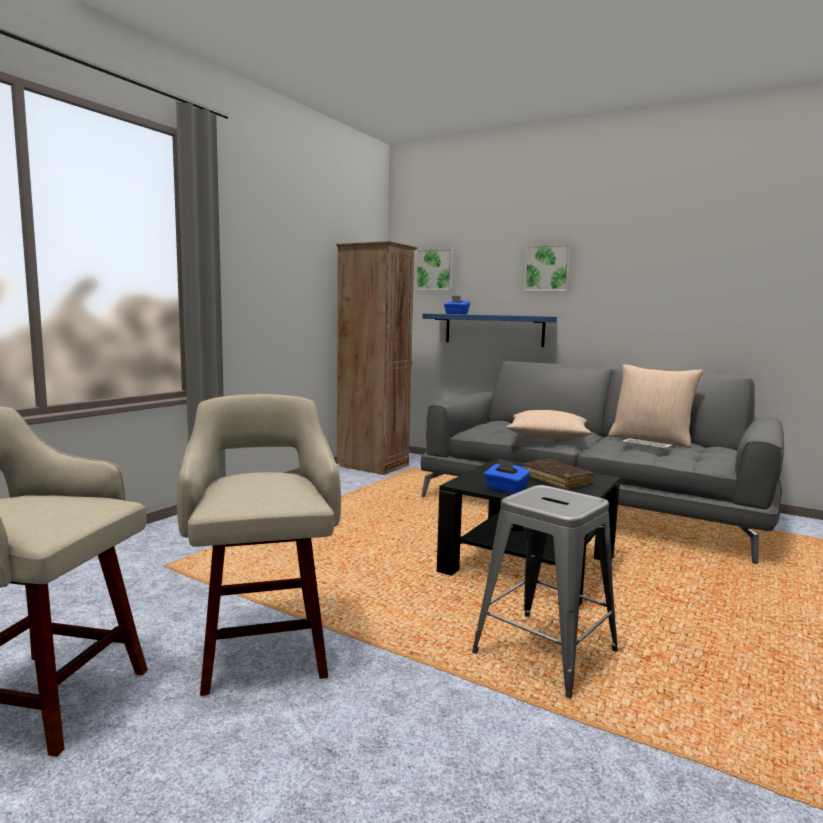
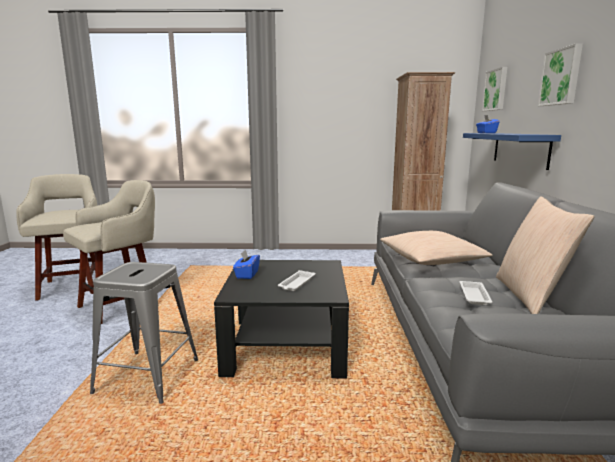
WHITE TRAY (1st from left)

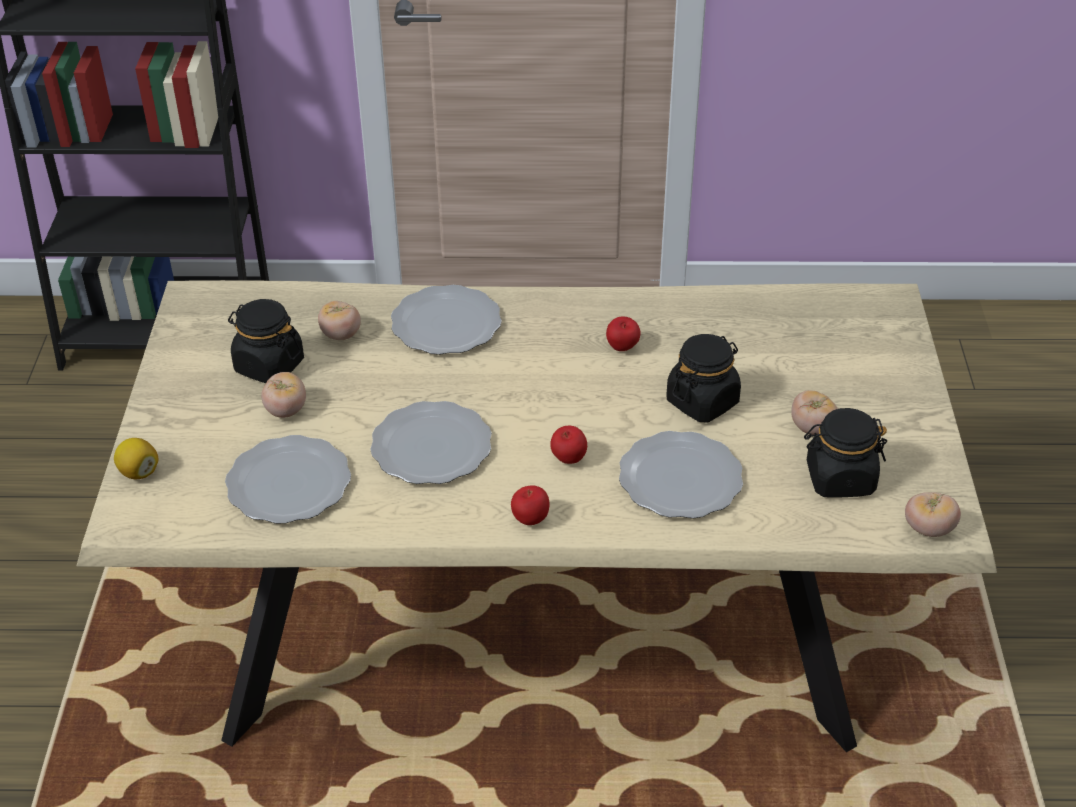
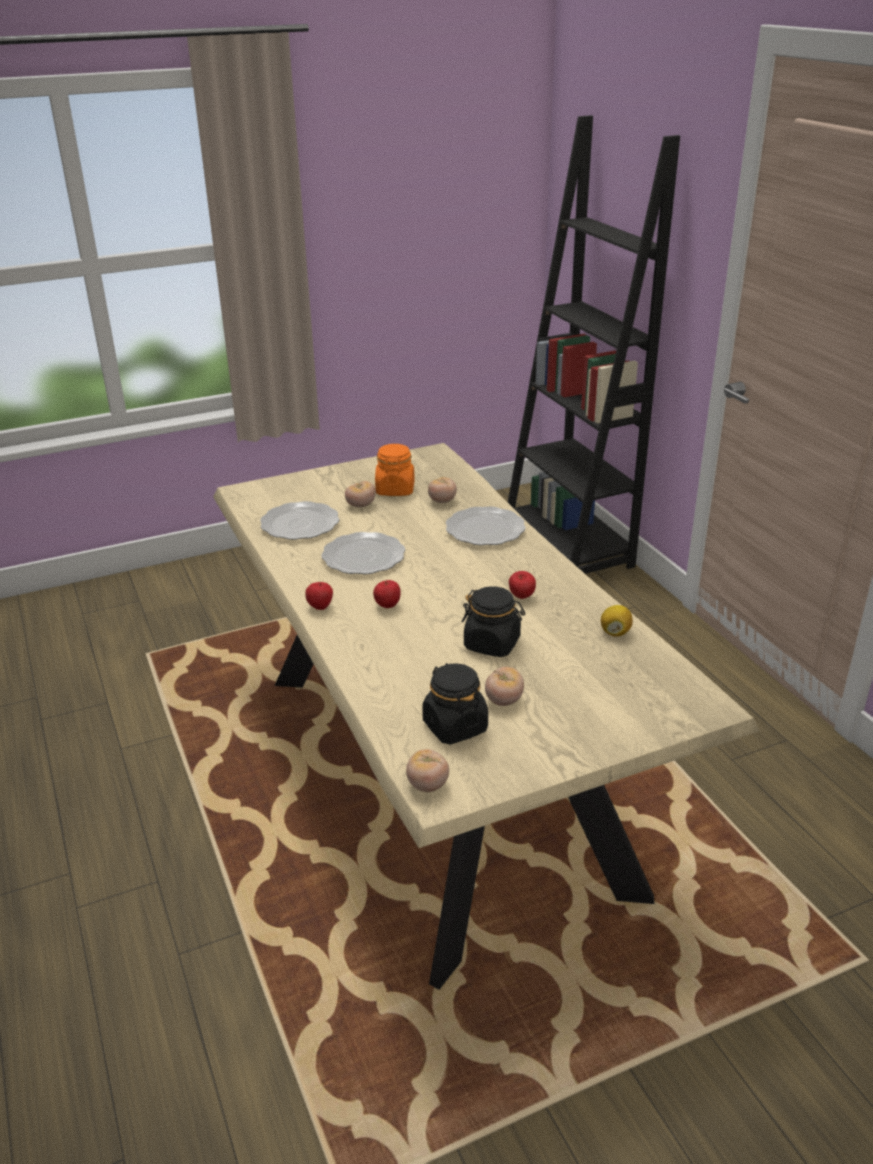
ORANGE JAR
LEMON
PLATE (4th from left in the first image)

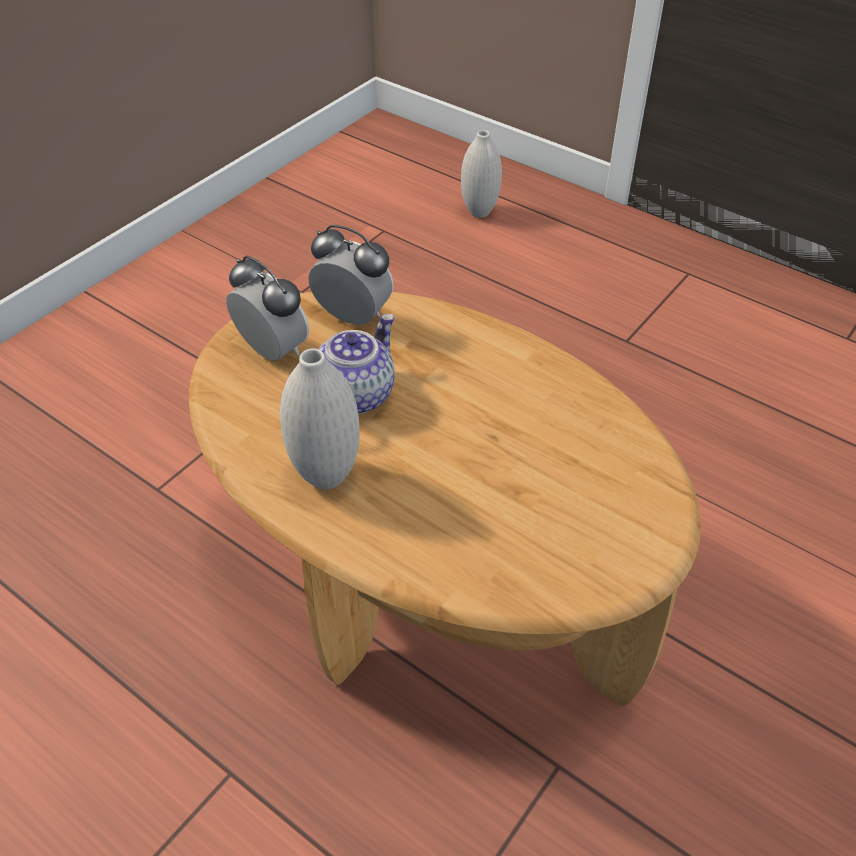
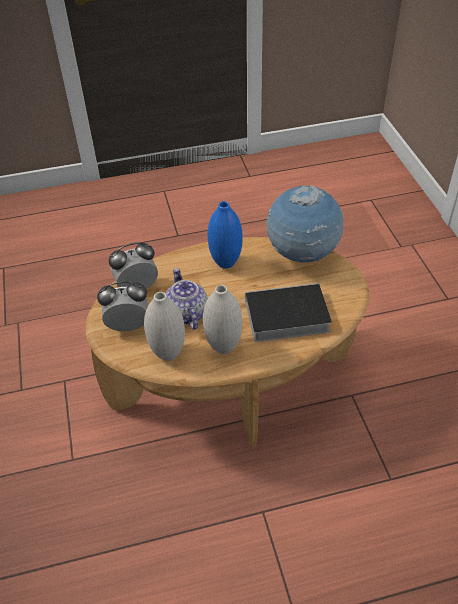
WHITE VASE (1st from left)
BLUE VASE
BOOK
GLOBE

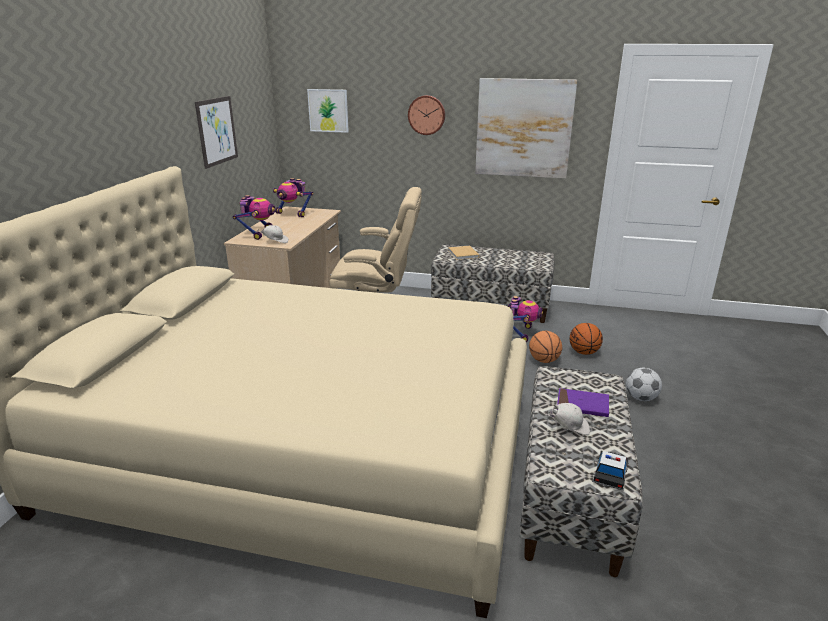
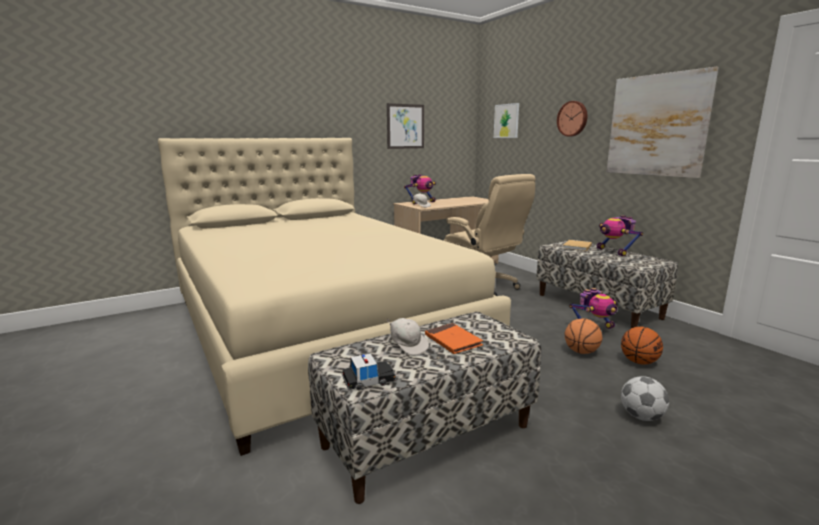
ORANGE BOOK
TOY ROBOT (3rd from left)

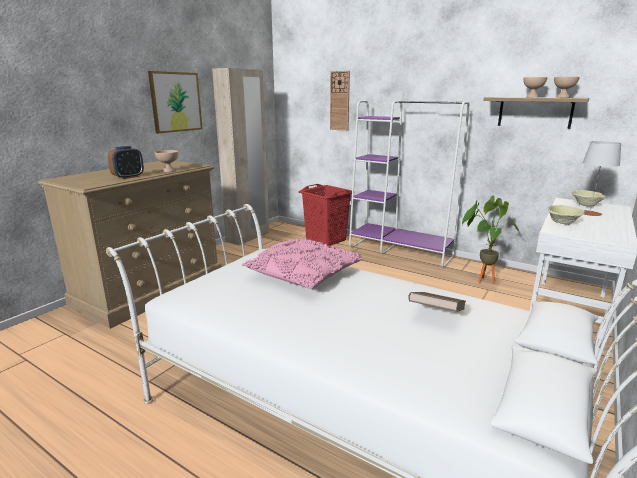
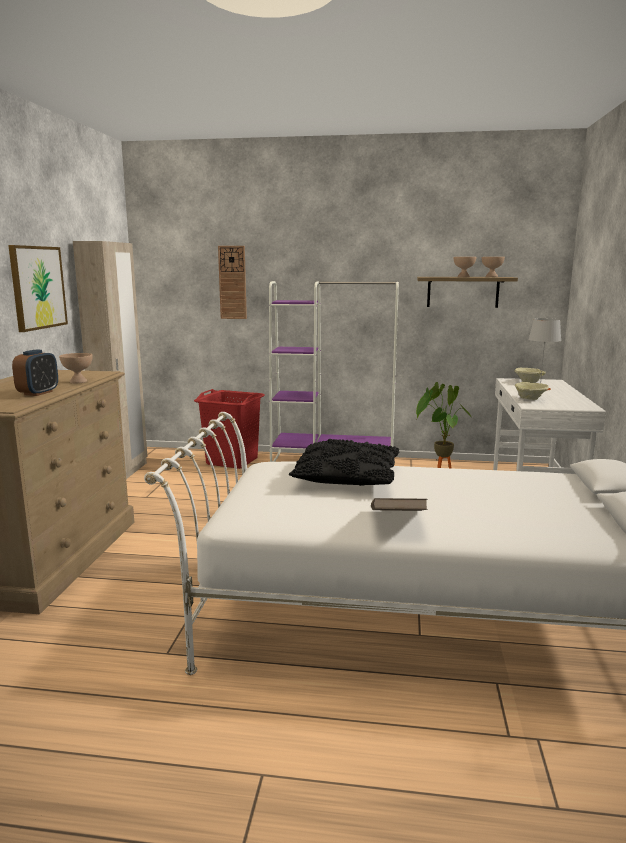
BLACK PILLOW
BROWN BOOK

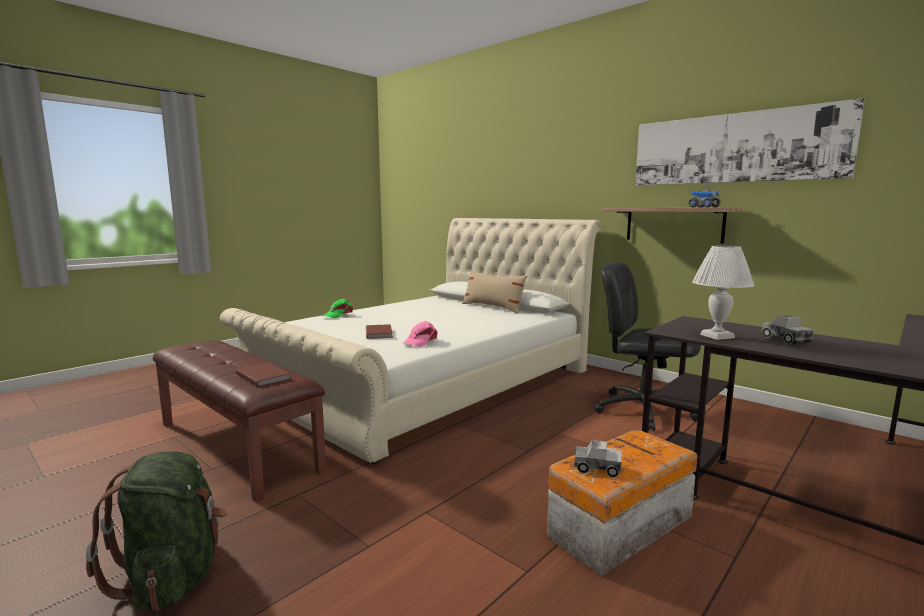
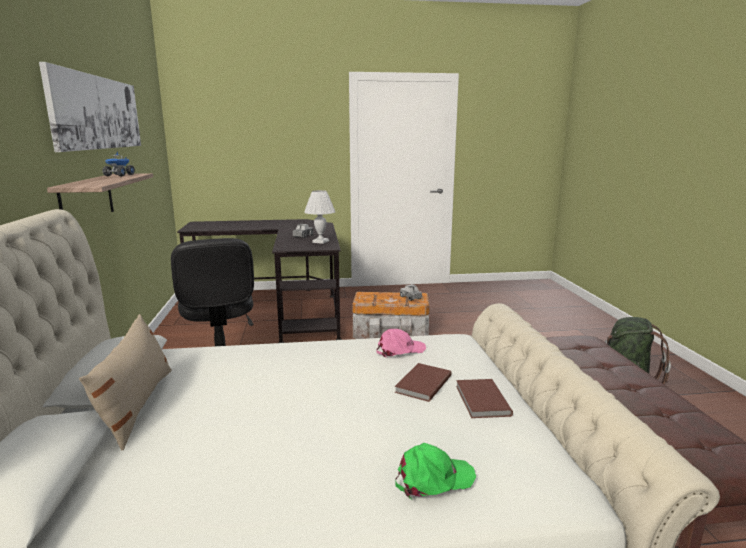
BROWN BOOK (2nd from left)

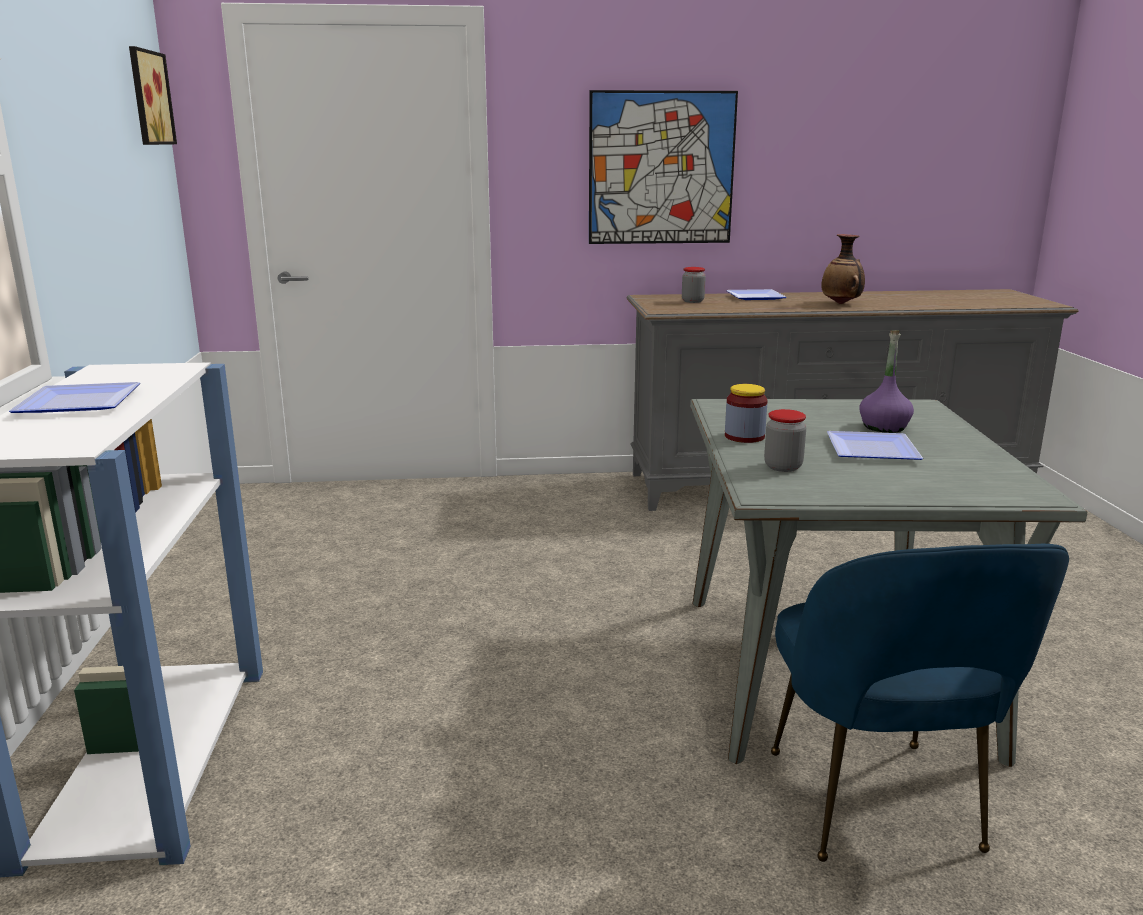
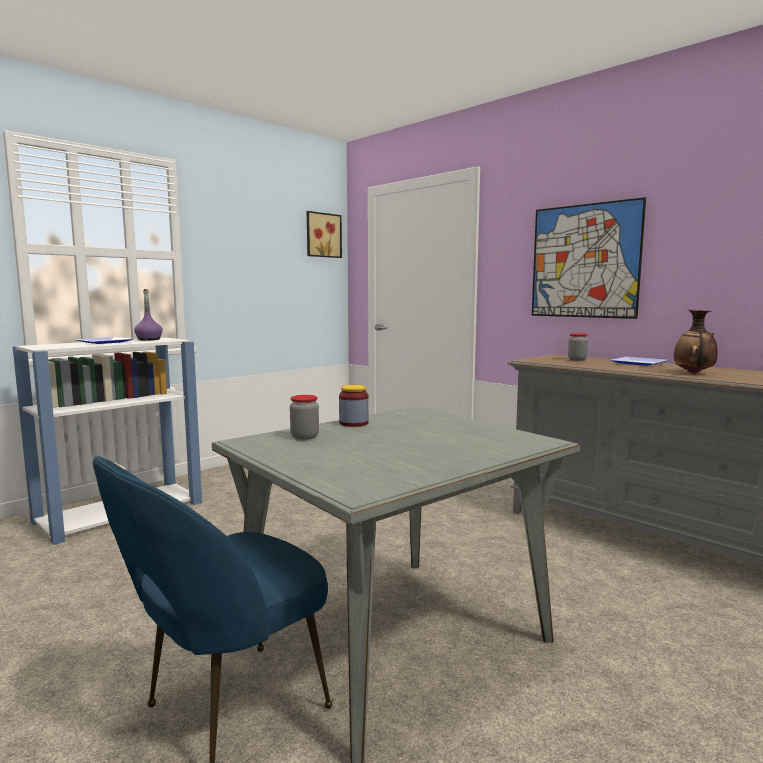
PURPLE BOTTLE
PLATE (3rd from left in the first image)

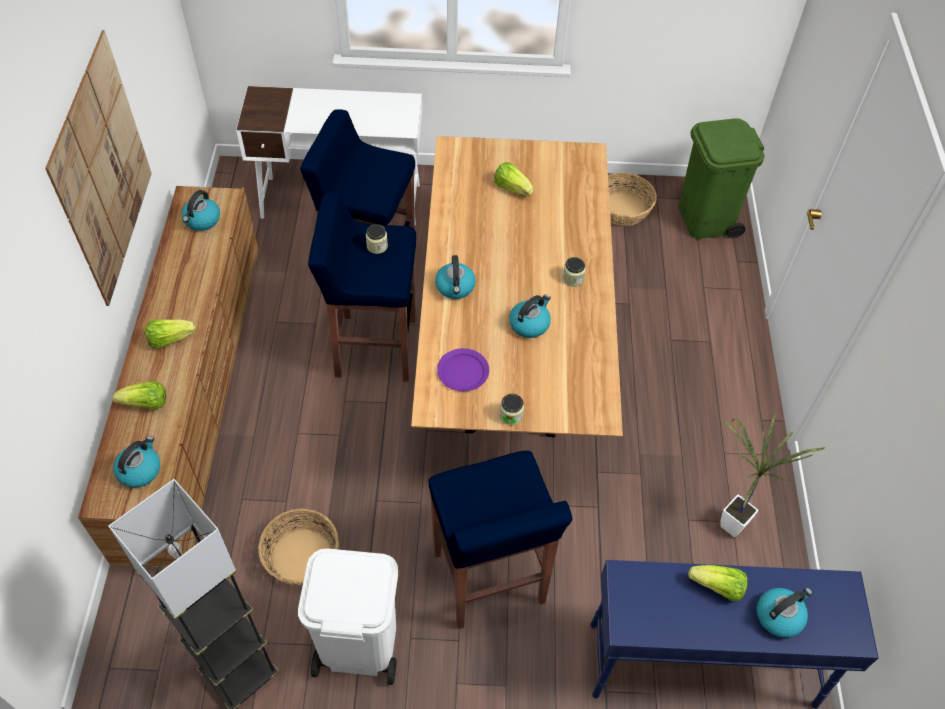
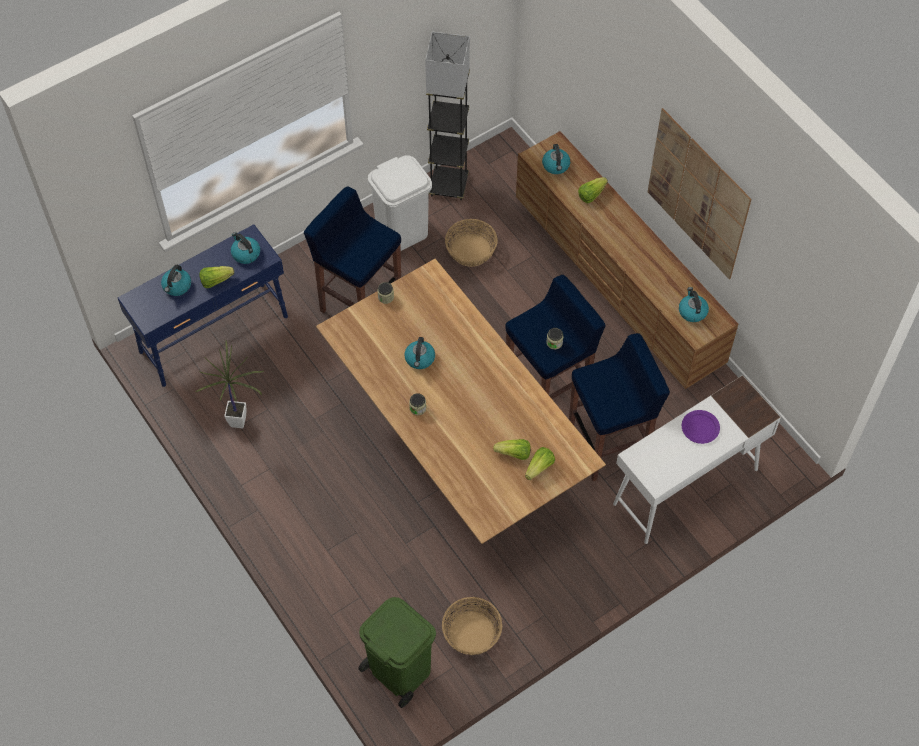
KETTLE (2nd from left)
LETTUCE (3rd from left)
PURPLE PLATE

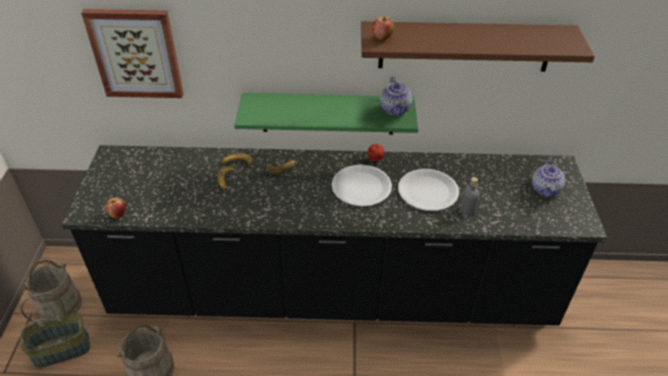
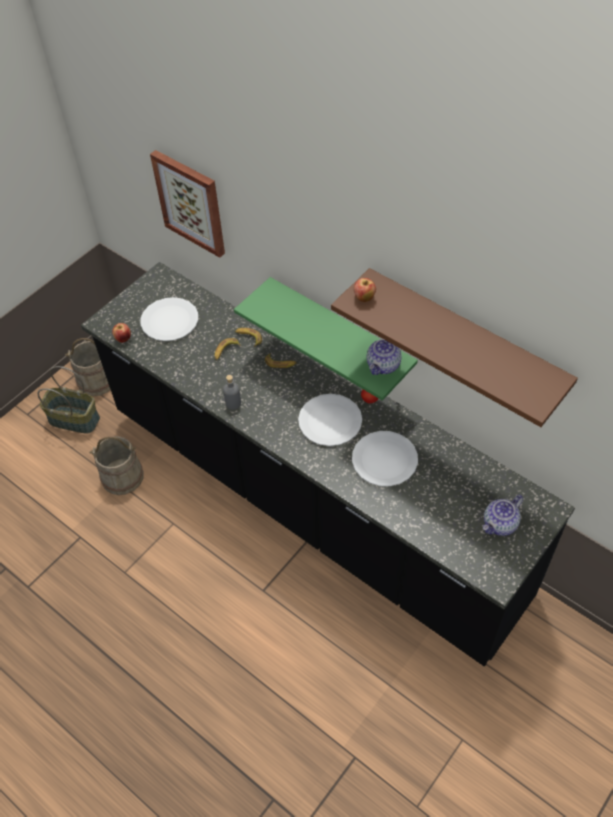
WHITE PLATE (1st from left)
GREY BOTTLE

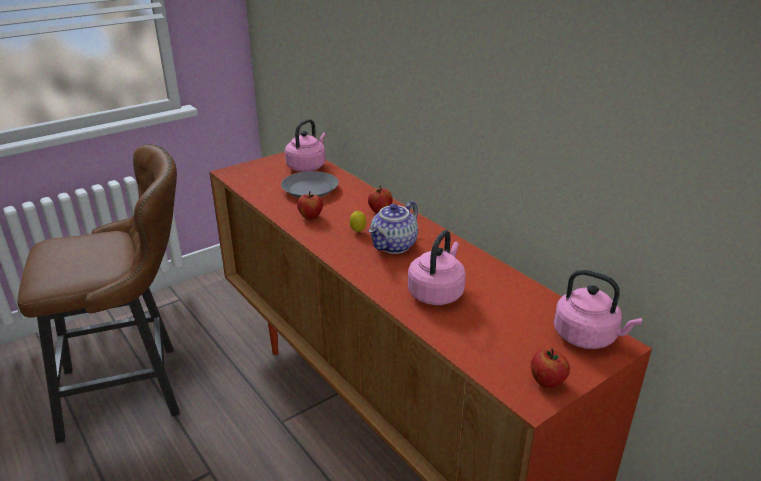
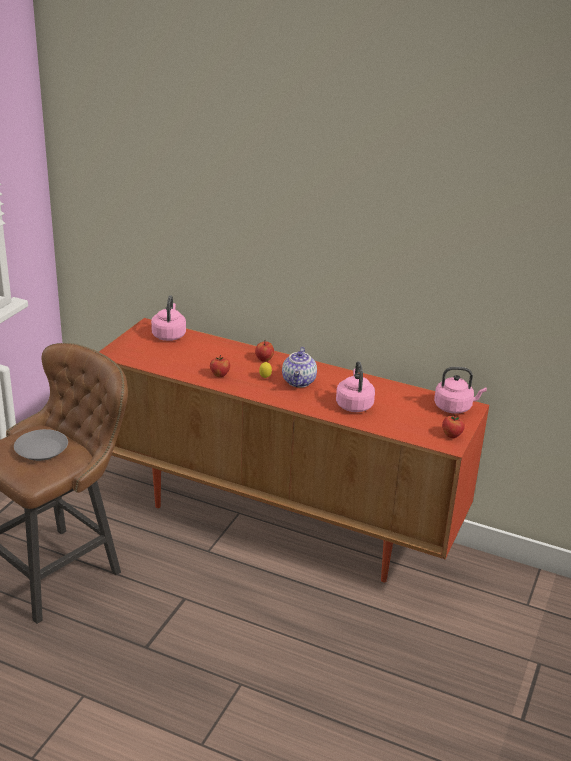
GREY PLATE

